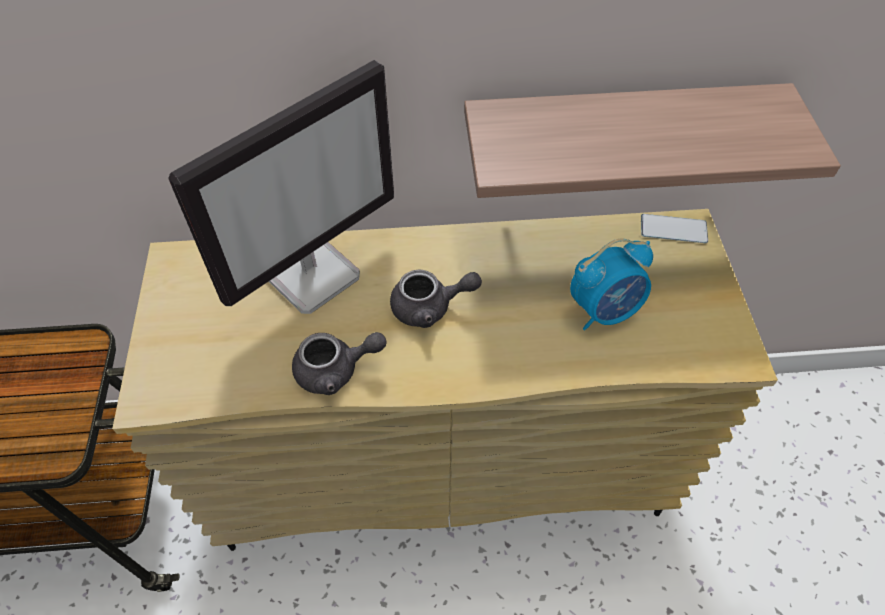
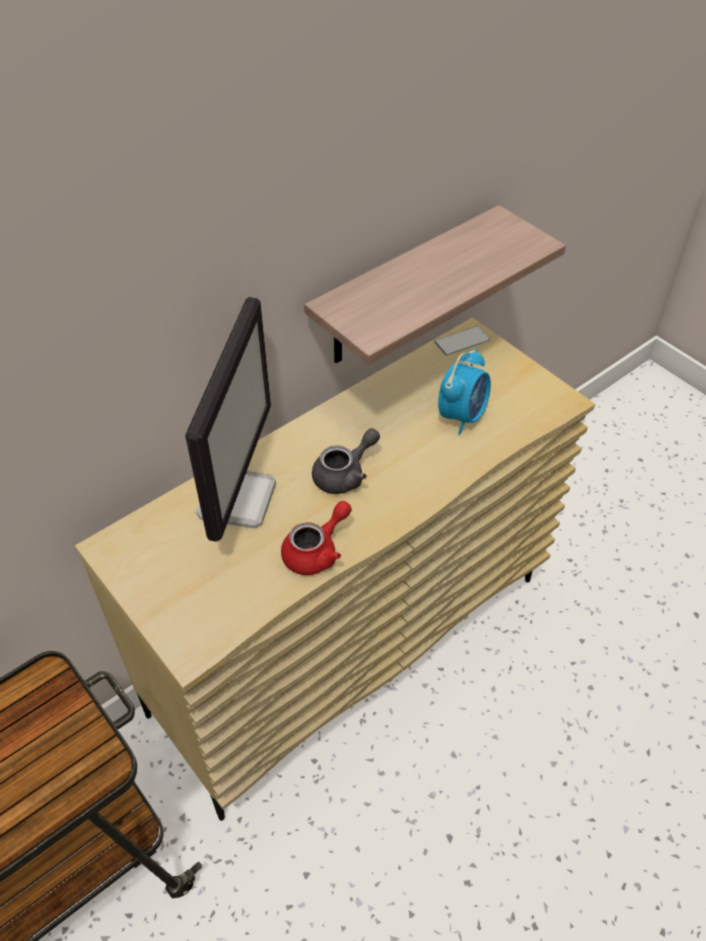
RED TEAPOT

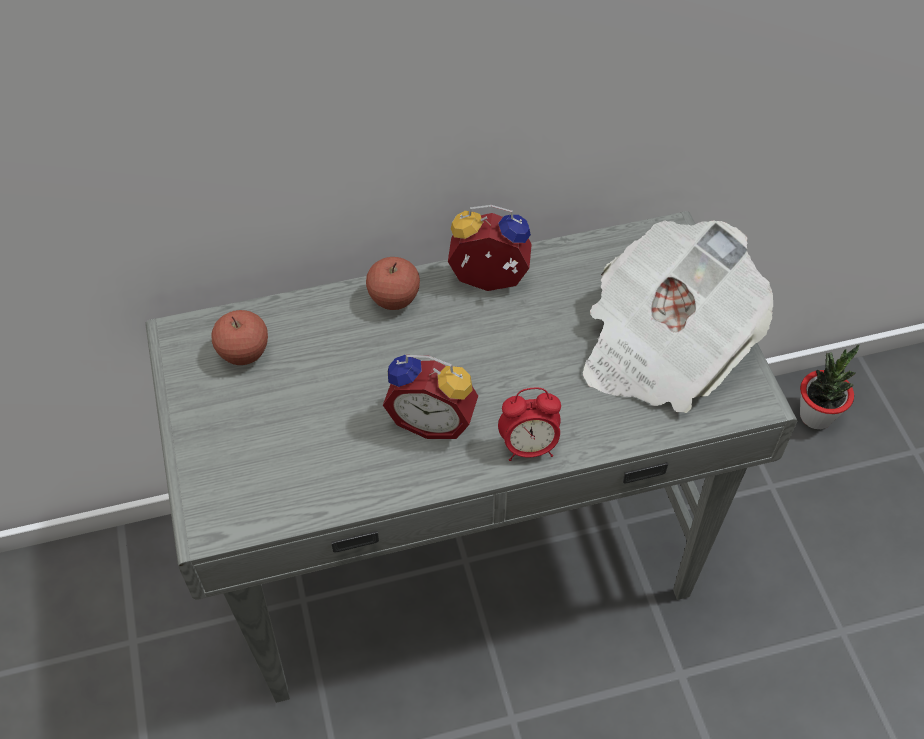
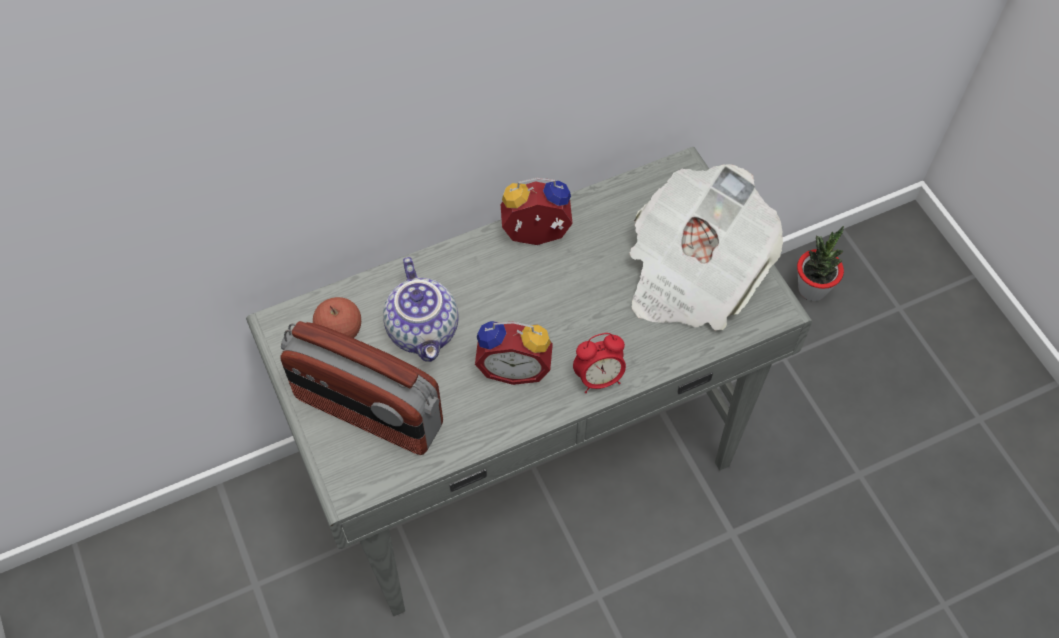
RADIO
TEAPOT
APPLE (2nd from left in the first image)

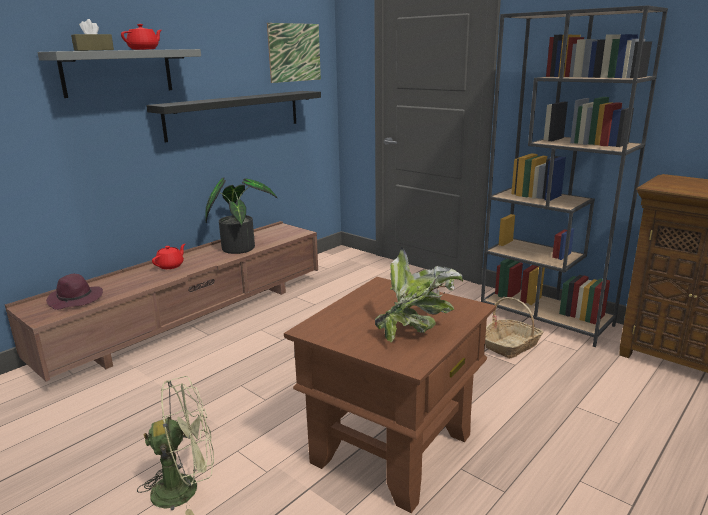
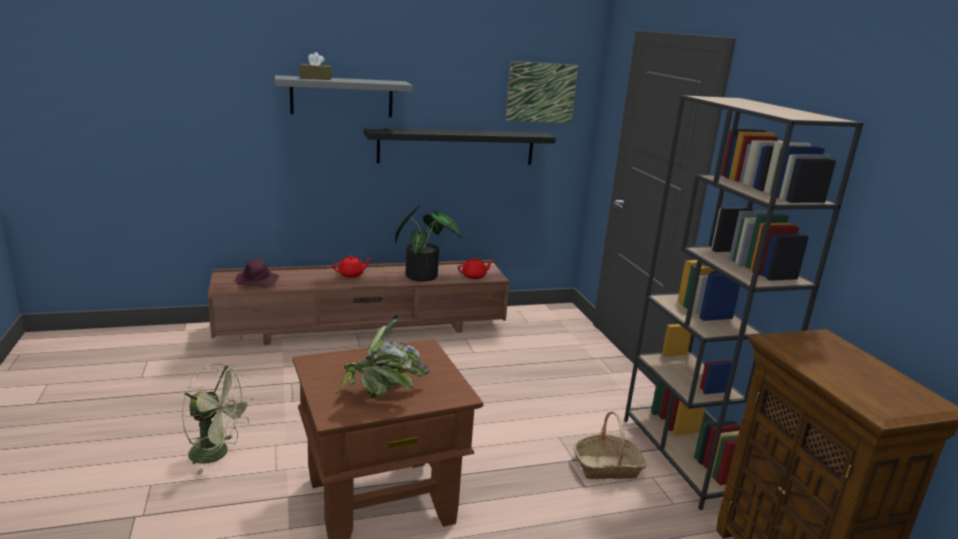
RED TEAPOT (2nd from left)

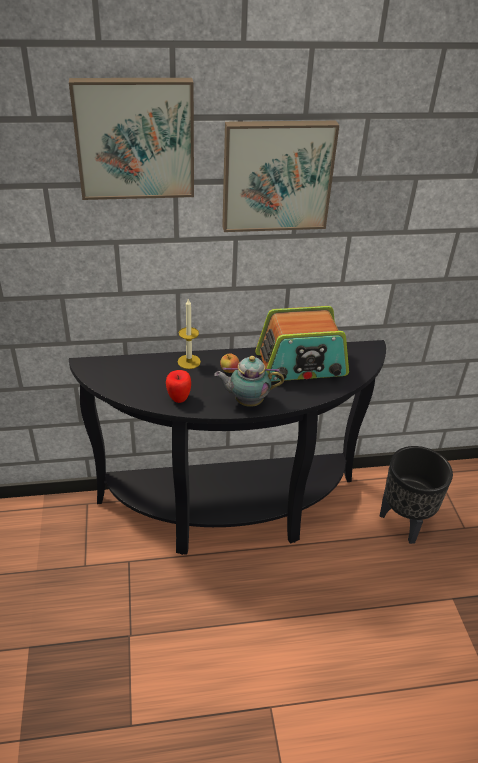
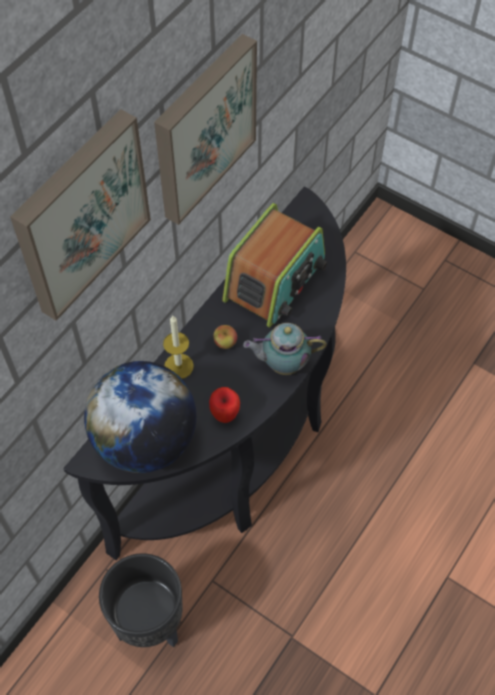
GLOBE
BLACK PLANTER
TEAPOT

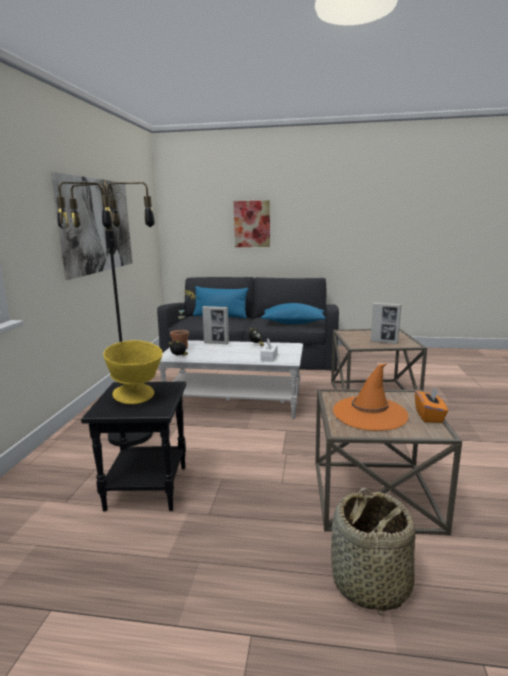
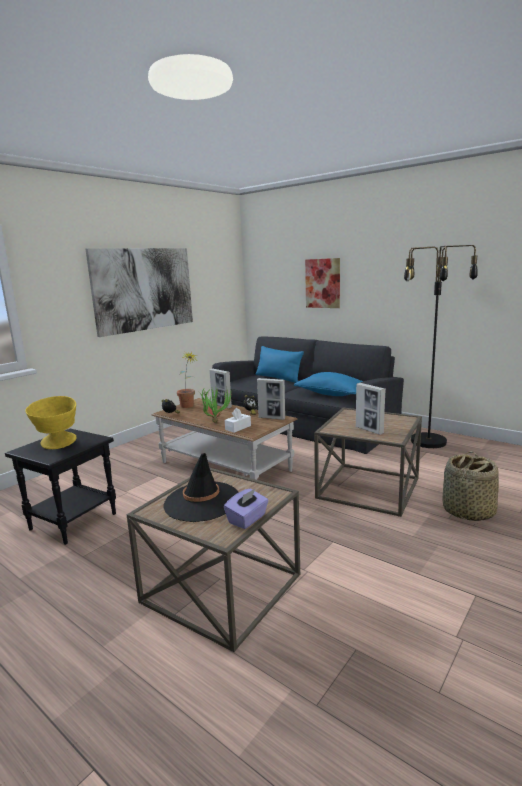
BROWN COFFEE TABLE
BLACK HAT
POTTED PLANT (2nd from left)
PURPLE TISSUE BOX
PICTURE FRAME (2nd from left)
FLOOR LAMP
BASKET

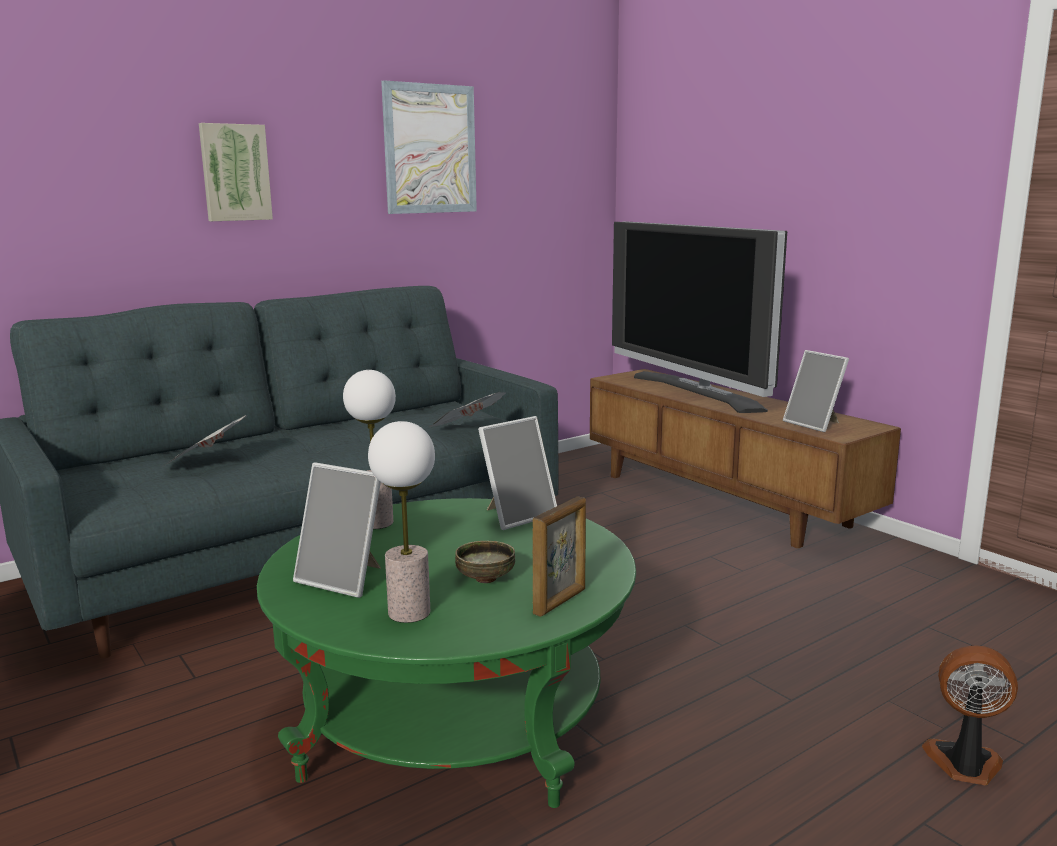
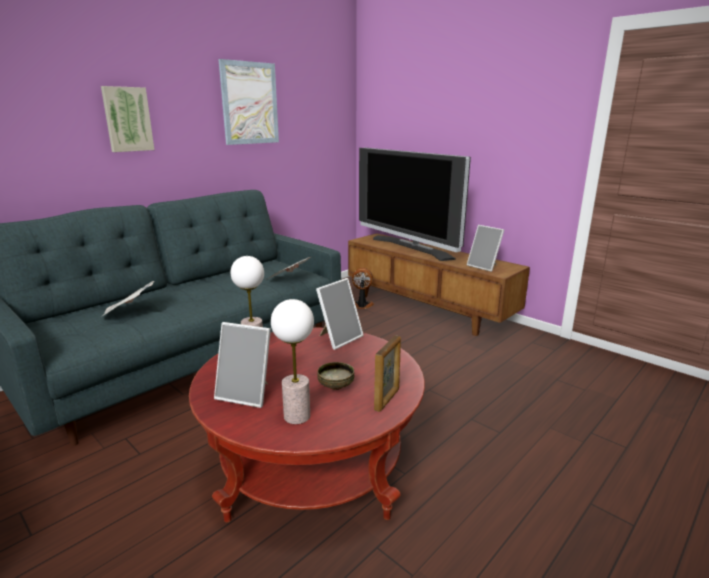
RED COFFEE TABLE
FAN

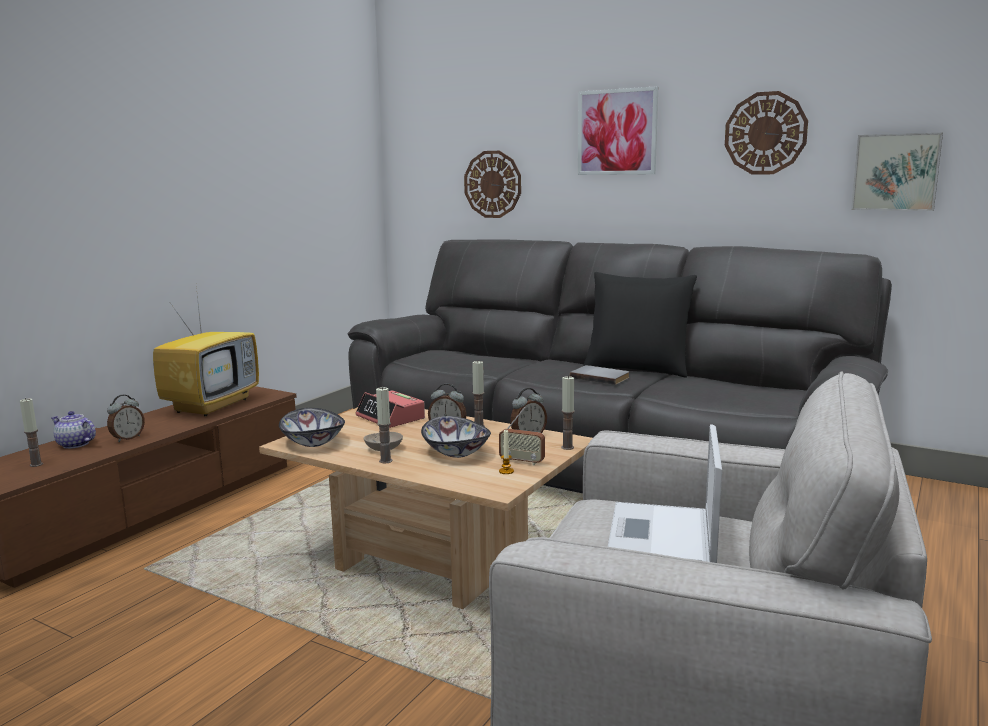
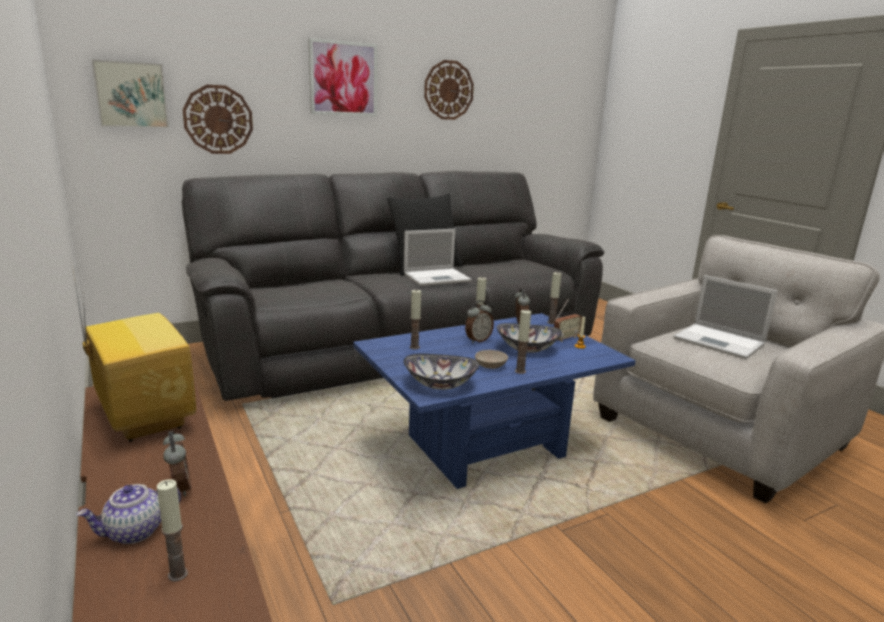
PICTURE (1st from left)
BLUE COFFEE TABLE
LAPTOP (1st from left)
CANDLE (2nd from left)

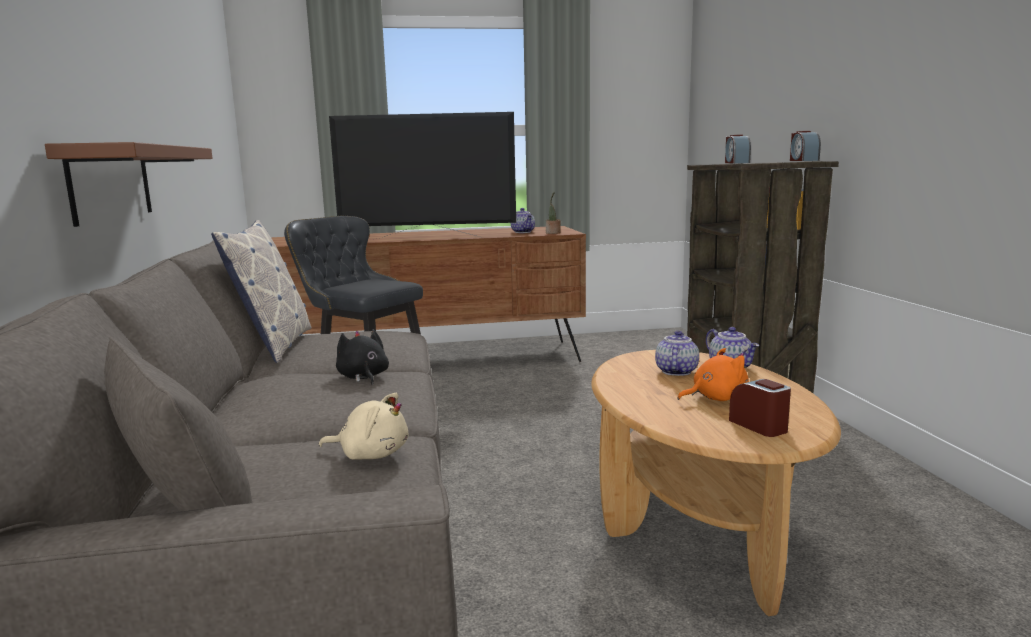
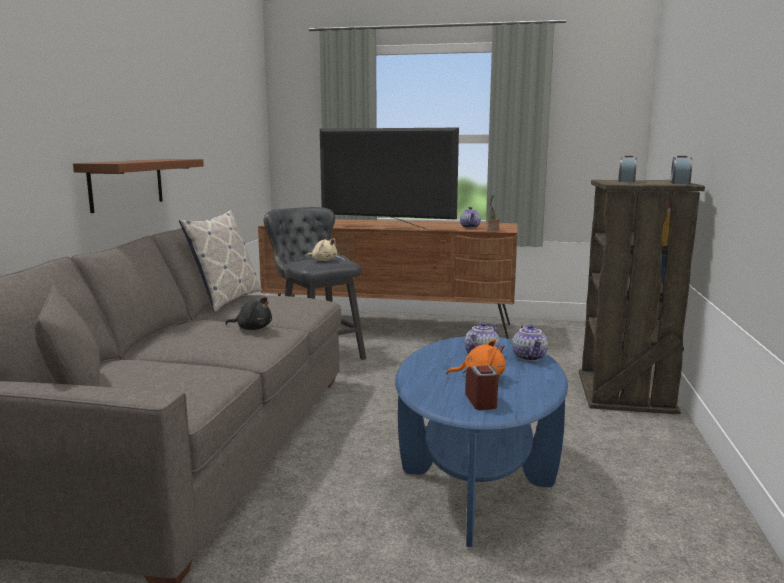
BLACK PLUSH TOY
BEIGE PLUSH TOY
BLUE COFFEE TABLE

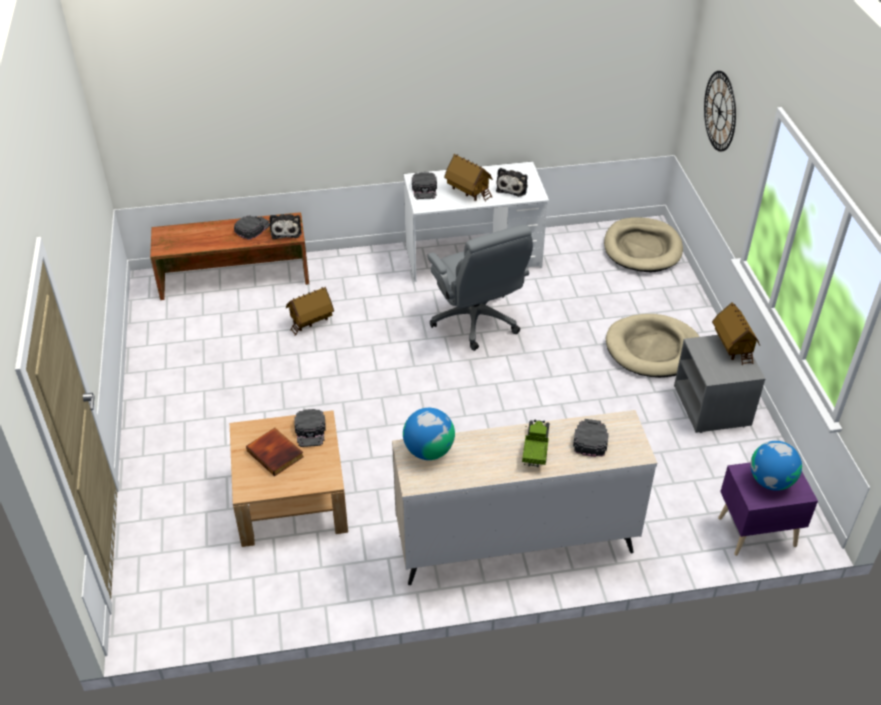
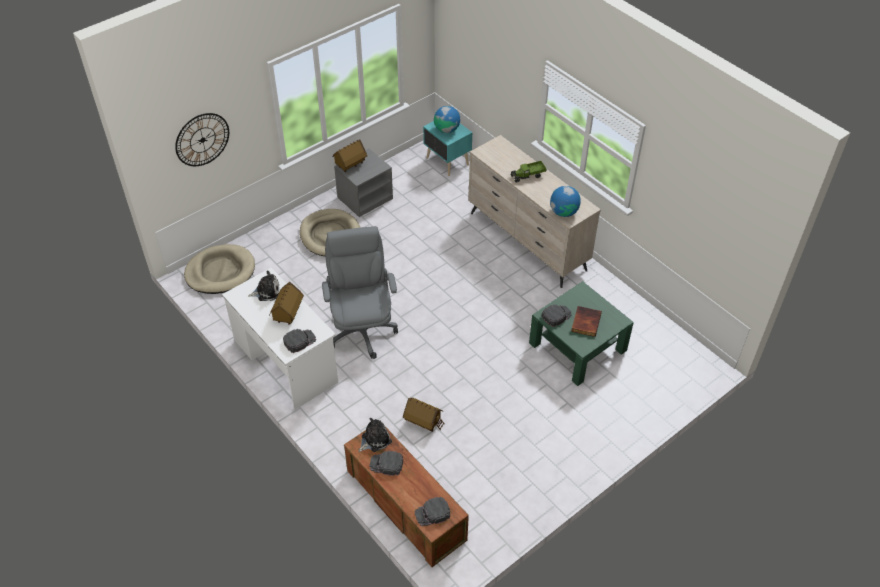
GREY OFFICE CHAIR
BLACK CAP (3rd from left)
TURQUOISE NIGHTSTAND
GREEN COFFEE TABLE

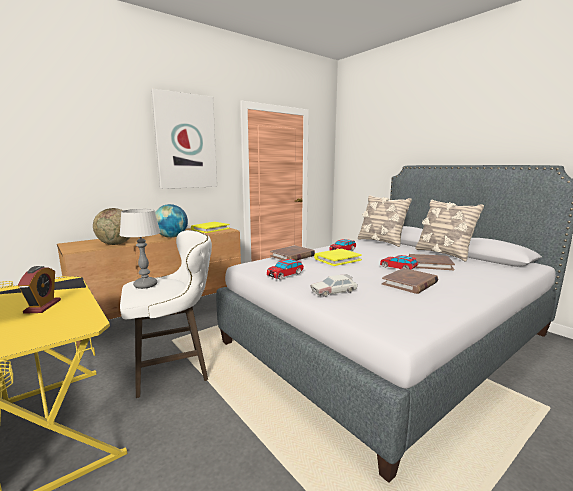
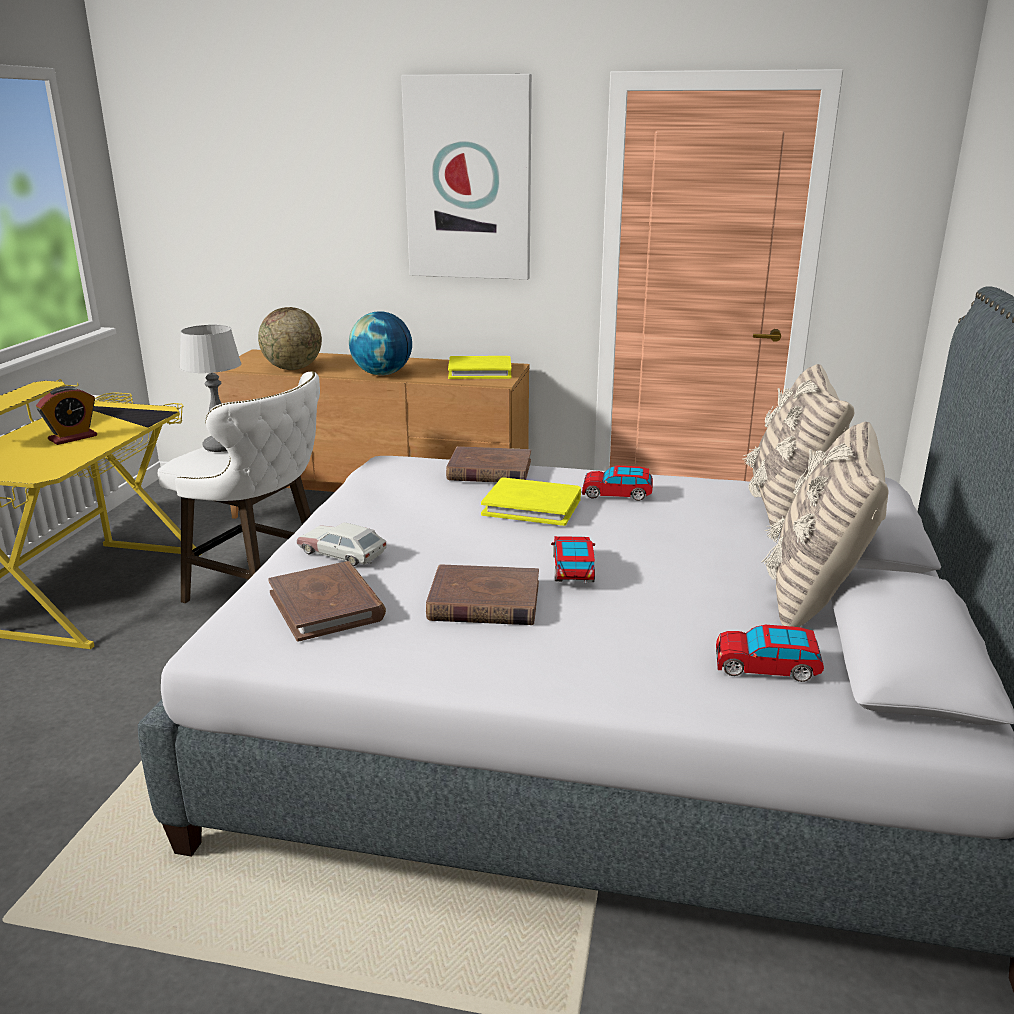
BROWN BOOK (1st from left)
TOY CAR (4th from left)

